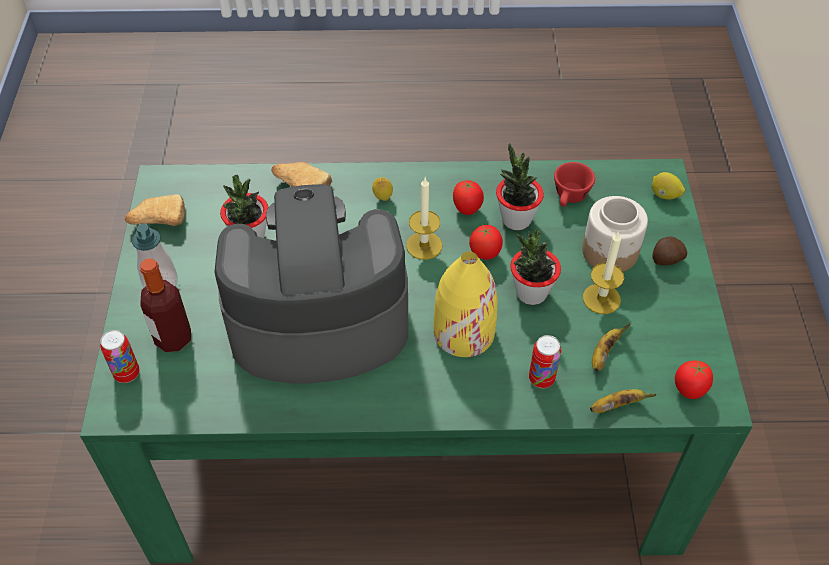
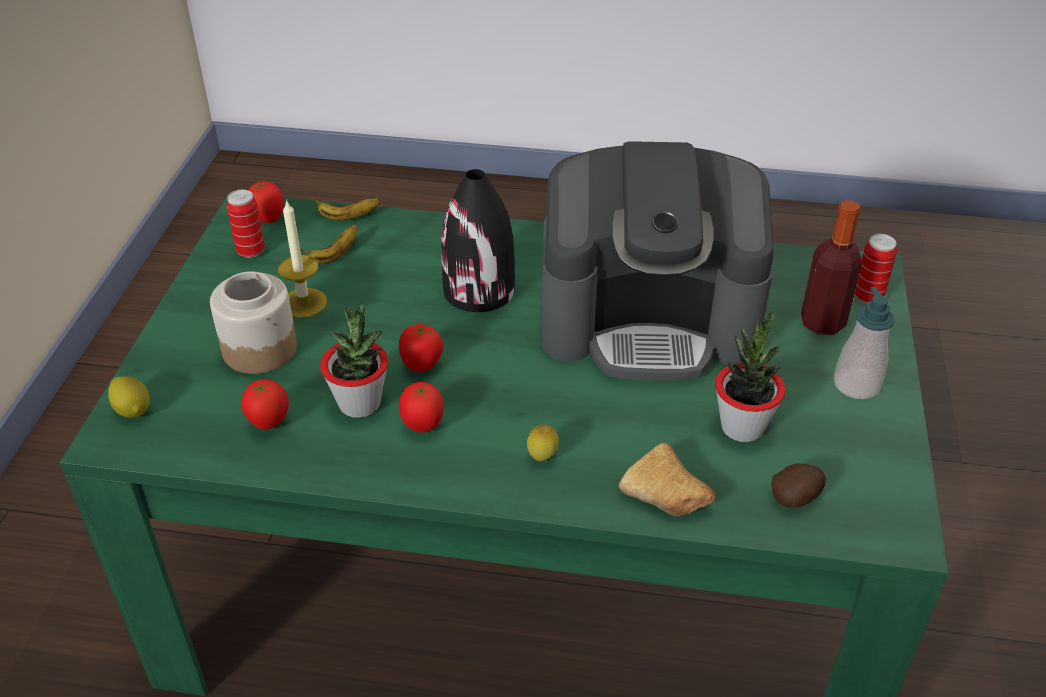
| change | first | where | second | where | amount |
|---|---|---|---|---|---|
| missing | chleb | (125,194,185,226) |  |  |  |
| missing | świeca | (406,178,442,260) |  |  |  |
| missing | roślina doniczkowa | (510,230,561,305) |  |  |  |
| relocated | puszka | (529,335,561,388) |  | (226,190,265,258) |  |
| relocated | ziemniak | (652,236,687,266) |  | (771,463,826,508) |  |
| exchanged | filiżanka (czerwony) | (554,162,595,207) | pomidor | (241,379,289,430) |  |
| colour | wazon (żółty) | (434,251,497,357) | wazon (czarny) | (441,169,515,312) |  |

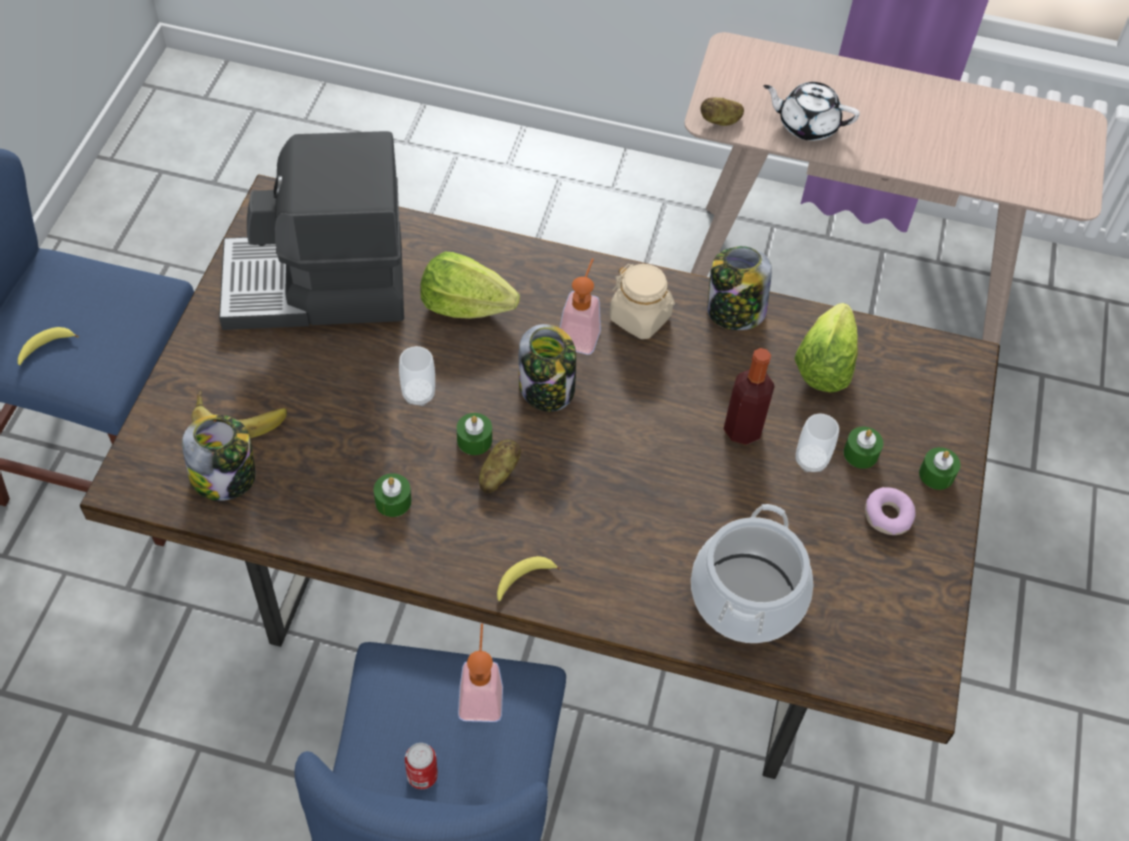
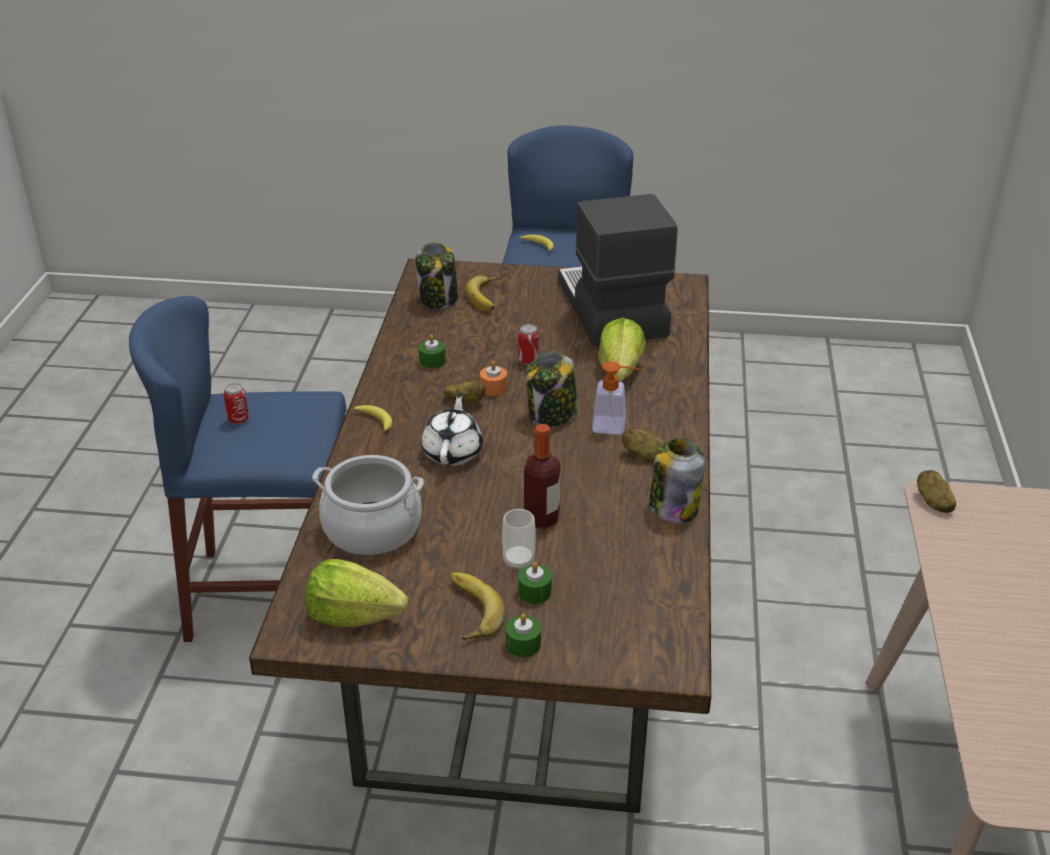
| change | first | where | second | where | amount |
|---|---|---|---|---|---|
| missing | dozownik mydła | (458,623,503,722) |  |  |  |
| relocated | imbryk (biały) | (763,82,860,141) |  | (421,393,483,466) |  |
| relocated | sałata | (794,303,858,393) |  | (305,559,409,627) |  |
| exchanged | filiżanka | (399,346,435,406) | puszka | (518,324,539,365) |  |
| exchanged | słoik (beżowy) | (610,264,675,339) | ziemniak | (622,428,665,460) |  |
| exchanged | donut | (865,487,916,535) | banan | (450,572,505,640) |  |
| colour | świeca (zielony) | (457,413,492,455) | świeca (pomarańczowy) | (480,361,507,396) |  |

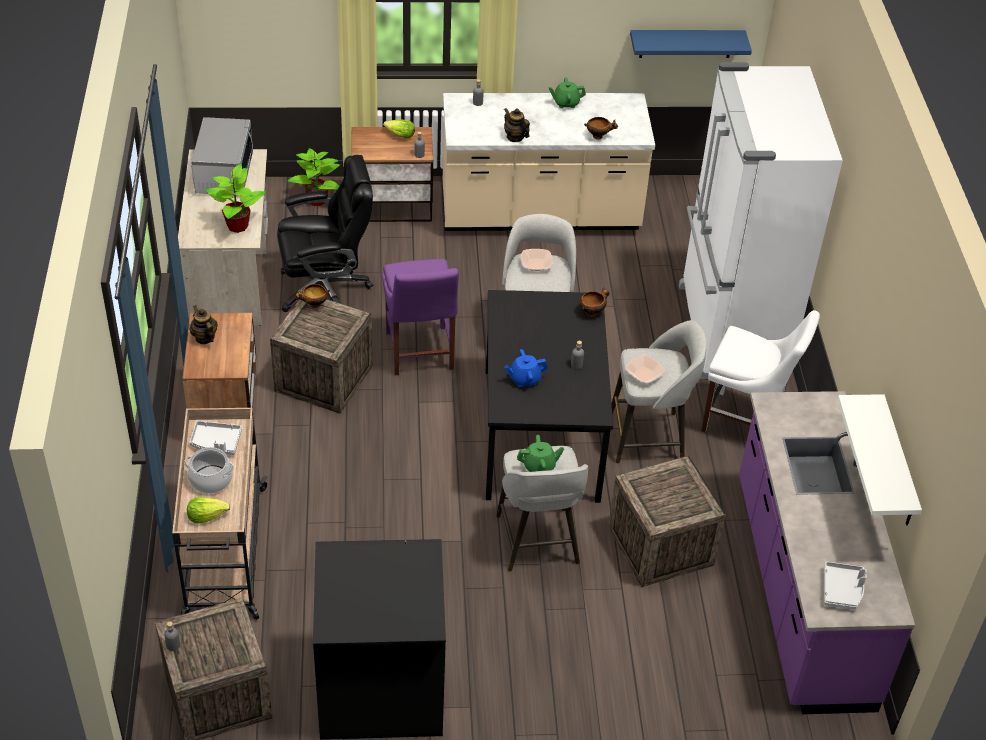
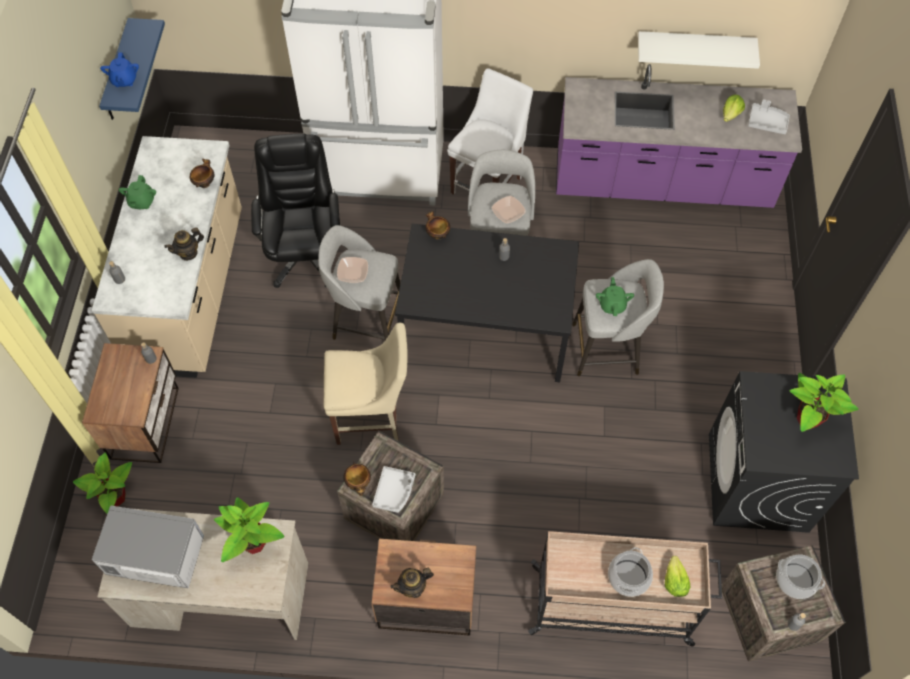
| change | first | where | second | where | amount |
|---|---|---|---|---|---|
| missing | skrzynka | (608,455,726,587) |  |  |  |
| appeared |  |  | garnek | (776,555,825,599) |  |
| appeared |  |  | roślina doniczkowa | (789,373,859,432) |  |
| relocated | taca (szary) | (190,421,242,455) |  | (372,466,415,513) |  |
| relocated | krzesło biurowe (czarny) | (277,155,373,312) |  | (251,133,346,288) |  |
| relocated | sałata | (383,120,415,139) |  | (723,95,745,122) |  |
| relocated | imbryk (niebieski) | (504,349,548,387) |  | (100,52,139,87) |  |
| colour | krzesło (fioletowy) | (382,259,459,375) | krzesło (beżowy) | (323,323,408,445) |  |

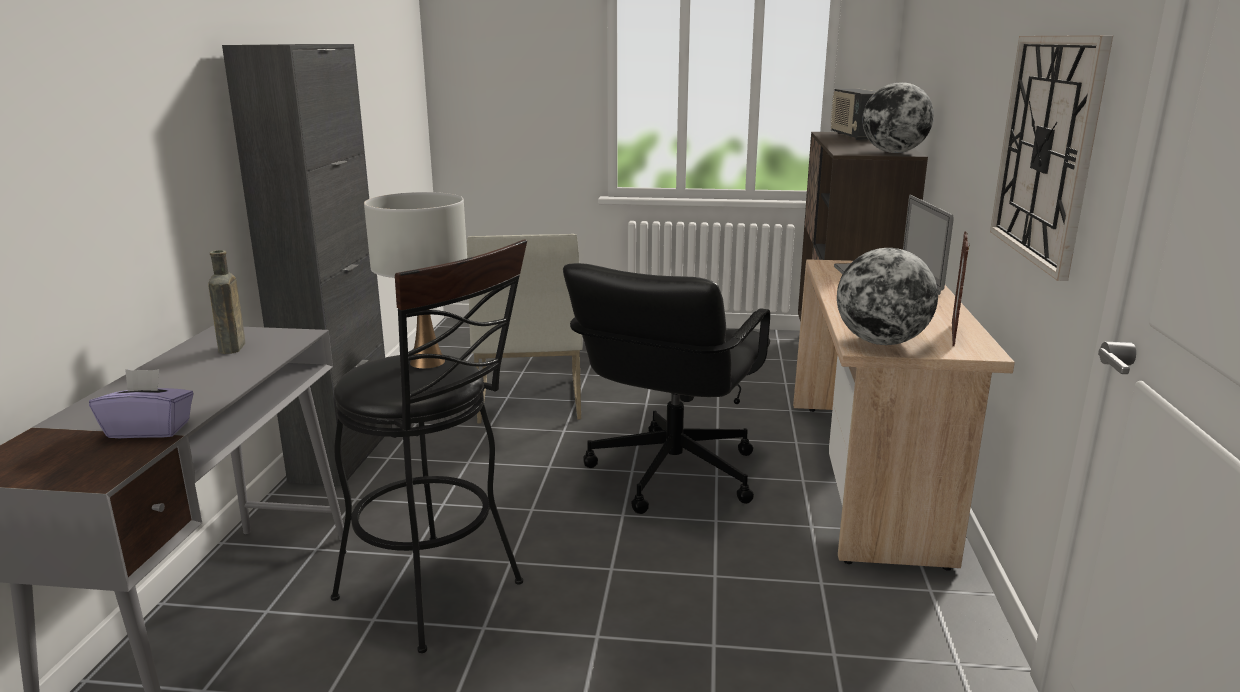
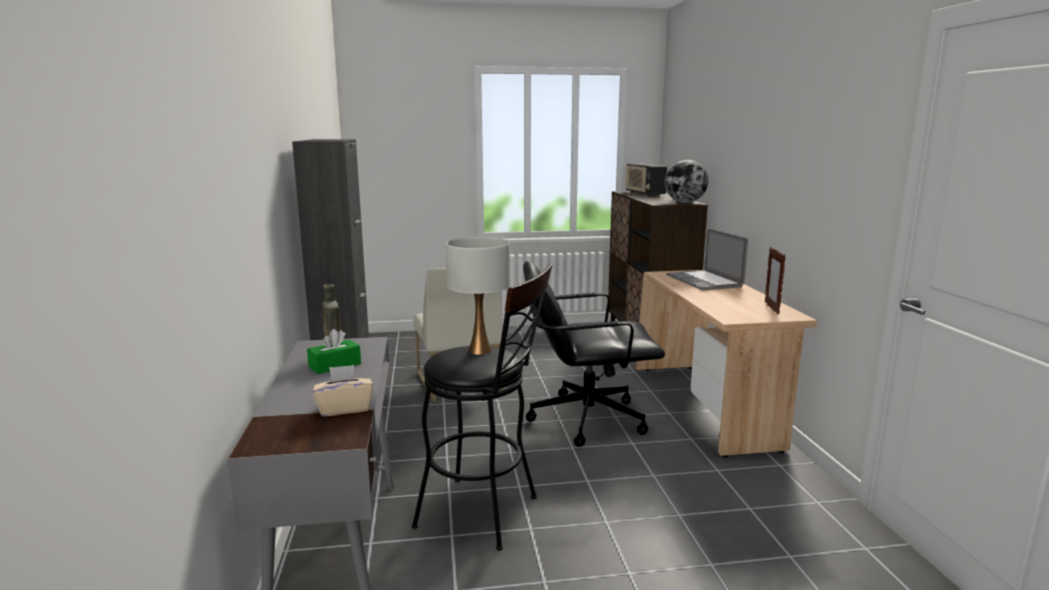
| change | first | where | second | where | amount |
|---|---|---|---|---|---|
| missing | globus | (837,248,938,345) |  |  |  |
| missing | zegar ścienny | (990,35,1113,281) |  |  |  |
| appeared |  |  | pudełko chusteczek (zielony) | (307,329,361,374) |  |
| colour | pudełko chusteczek (fioletowy) | (89,369,194,438) | pudełko chusteczek (beżowy) | (313,365,373,416) |  |
| spun | krzesło biurowe (czarny) | (563,263,770,514) |  | (523,261,665,447) | 75 degrees clockwise |

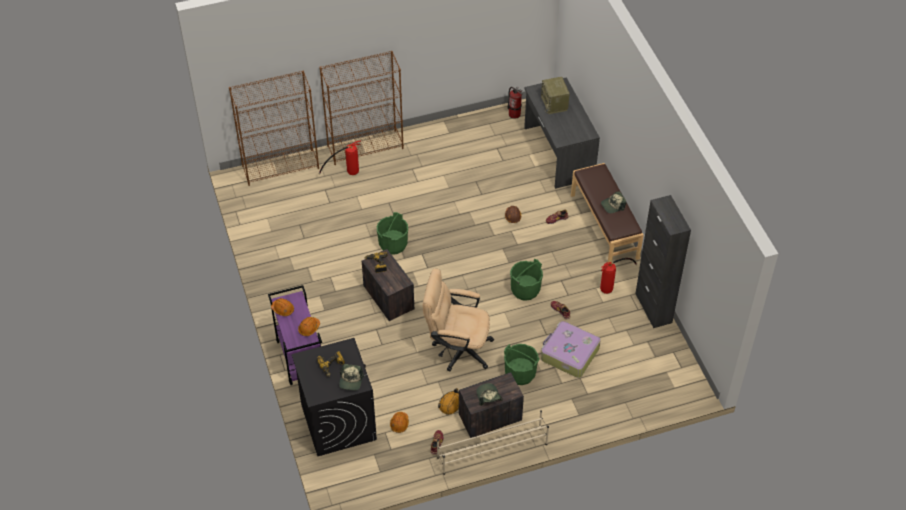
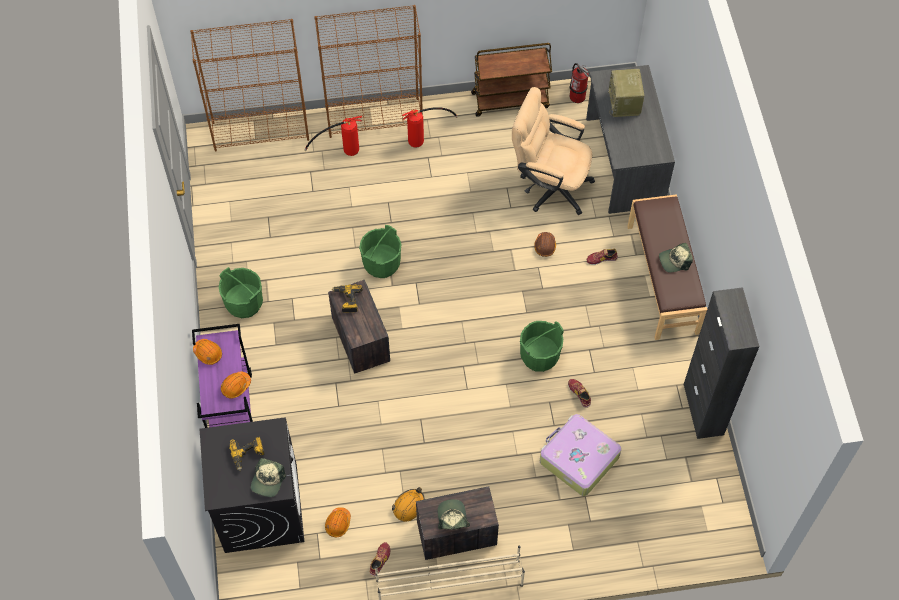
| change | first | where | second | where | amount |
|---|---|---|---|---|---|
| appeared |  |  | wózek (brązowy) | (471,43,552,117) |  |
| relocated | krzesło biurowe (beżowy) | (423,268,494,372) |  | (512,87,595,215) |  |
| relocated | wiadro (zielony) | (504,344,540,385) |  | (219,267,263,318) |  |
| relocated | gaśnica | (600,258,637,294) |  | (402,107,458,148) |  |

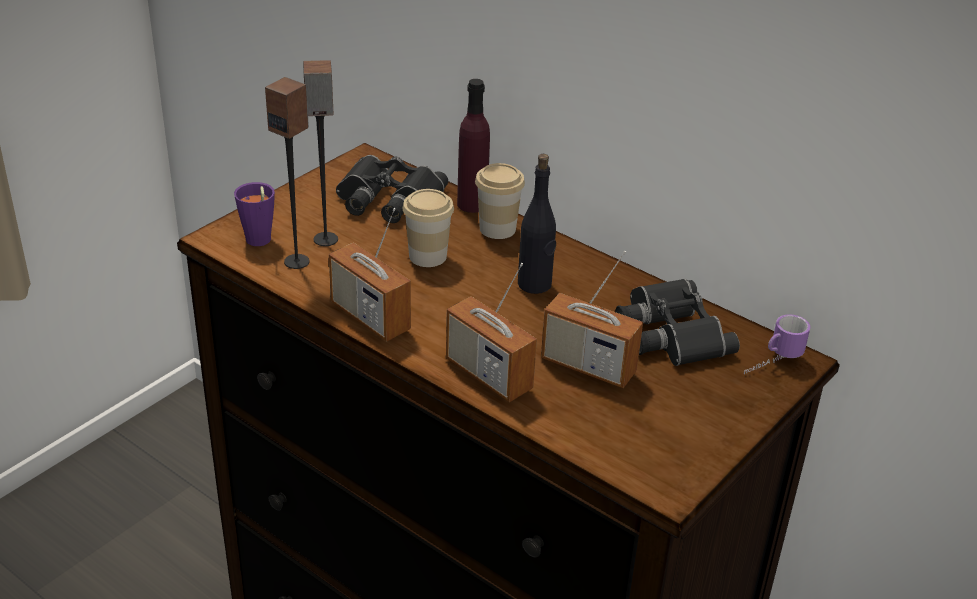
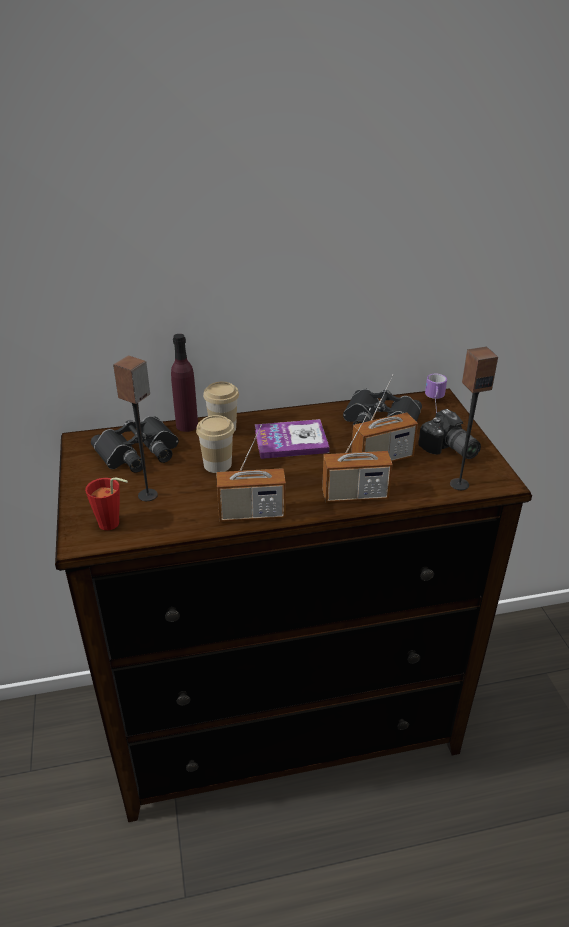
| change | first | where | second | where | amount |
|---|---|---|---|---|---|
| appeared |  |  | aparat fotograficzny | (418,409,481,459) |  |
| relocated | głośnik | (265,77,310,269) |  | (450,347,498,490) |  |
| exchanged | butelka (czarny) | (518,154,556,294) | książka | (255,419,330,459) |  |
| colour | filiżanka (fioletowy) | (234,182,275,246) | filiżanka (czerwony) | (85,478,128,530) |  |

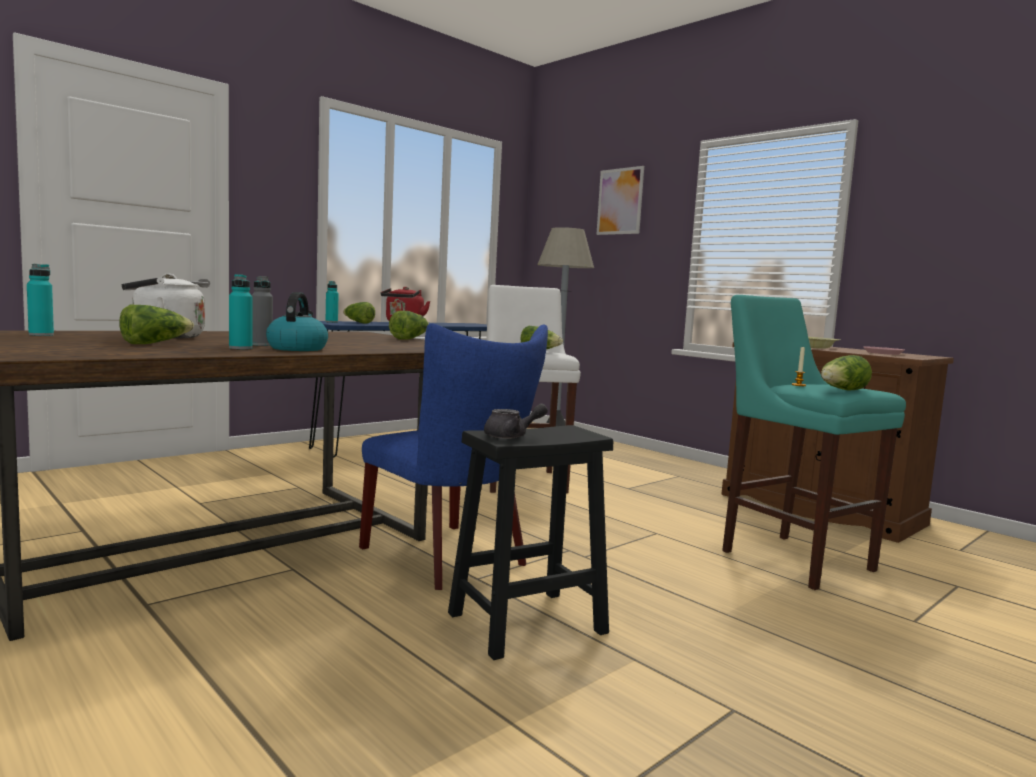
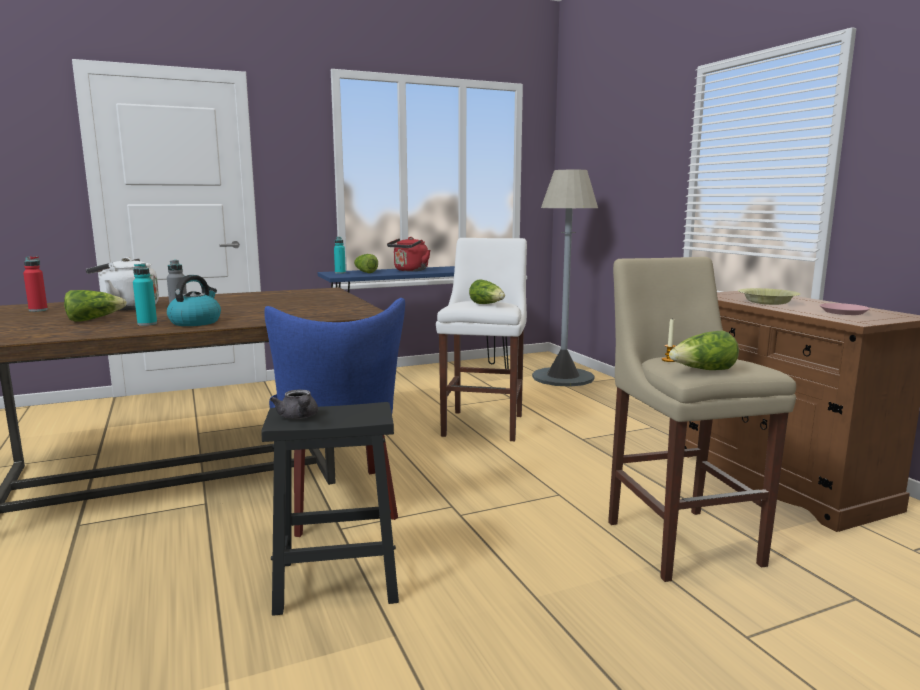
| change | first | where | second | where | amount |
|---|---|---|---|---|---|
| missing | sałata | (389,311,429,340) |  |  |  |
| missing | obraz | (596,166,644,235) |  |  |  |
| colour | butelka (turkusowy) | (27,264,54,336) | butelka (czerwony) | (23,256,48,312) |  |
| colour | stołek (turkusowy) | (722,295,906,590) | stołek (beżowy) | (608,257,796,582) |  |
| spun | imbryk (szary) | (484,403,548,439) |  | (270,390,318,419) | 60 degrees clockwise |

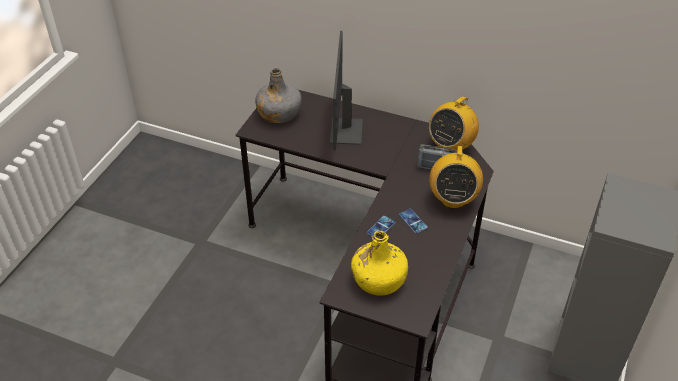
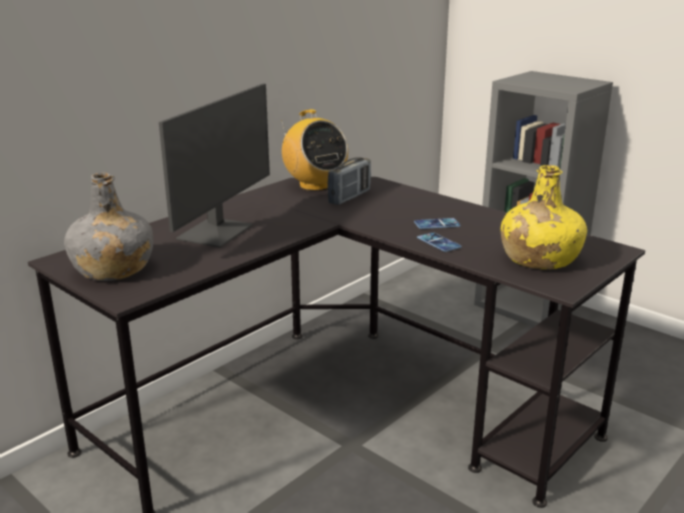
| change | first | where | second | where | amount |
|---|---|---|---|---|---|
| missing | radio | (429,146,483,209) |  |  |  |
| spun | monitor | (330,31,363,150) |  | (159,84,270,248) | 90 degrees counterclockwise |

